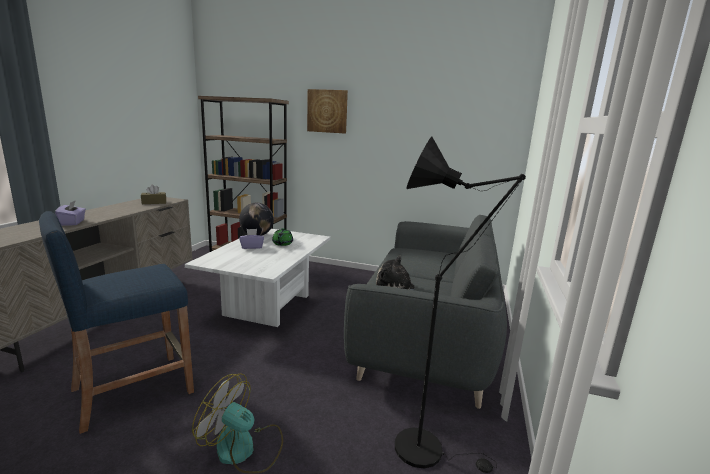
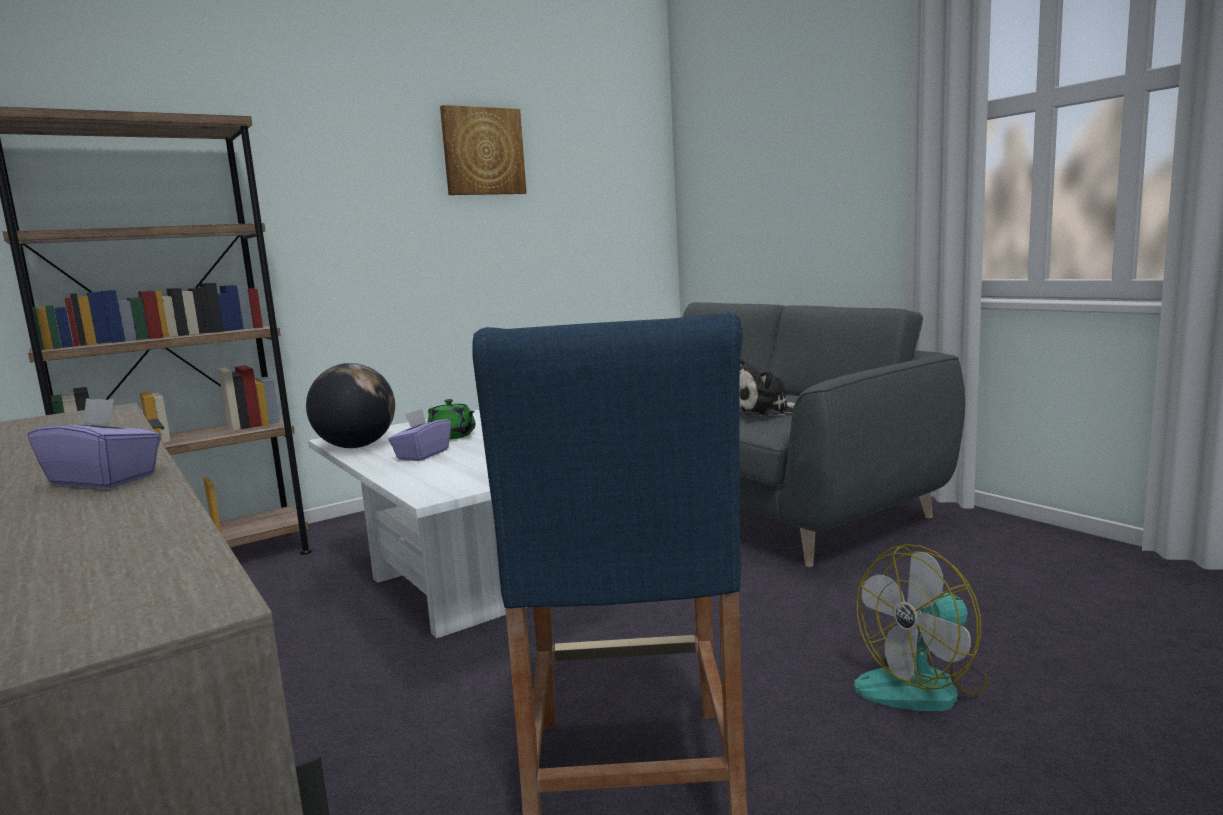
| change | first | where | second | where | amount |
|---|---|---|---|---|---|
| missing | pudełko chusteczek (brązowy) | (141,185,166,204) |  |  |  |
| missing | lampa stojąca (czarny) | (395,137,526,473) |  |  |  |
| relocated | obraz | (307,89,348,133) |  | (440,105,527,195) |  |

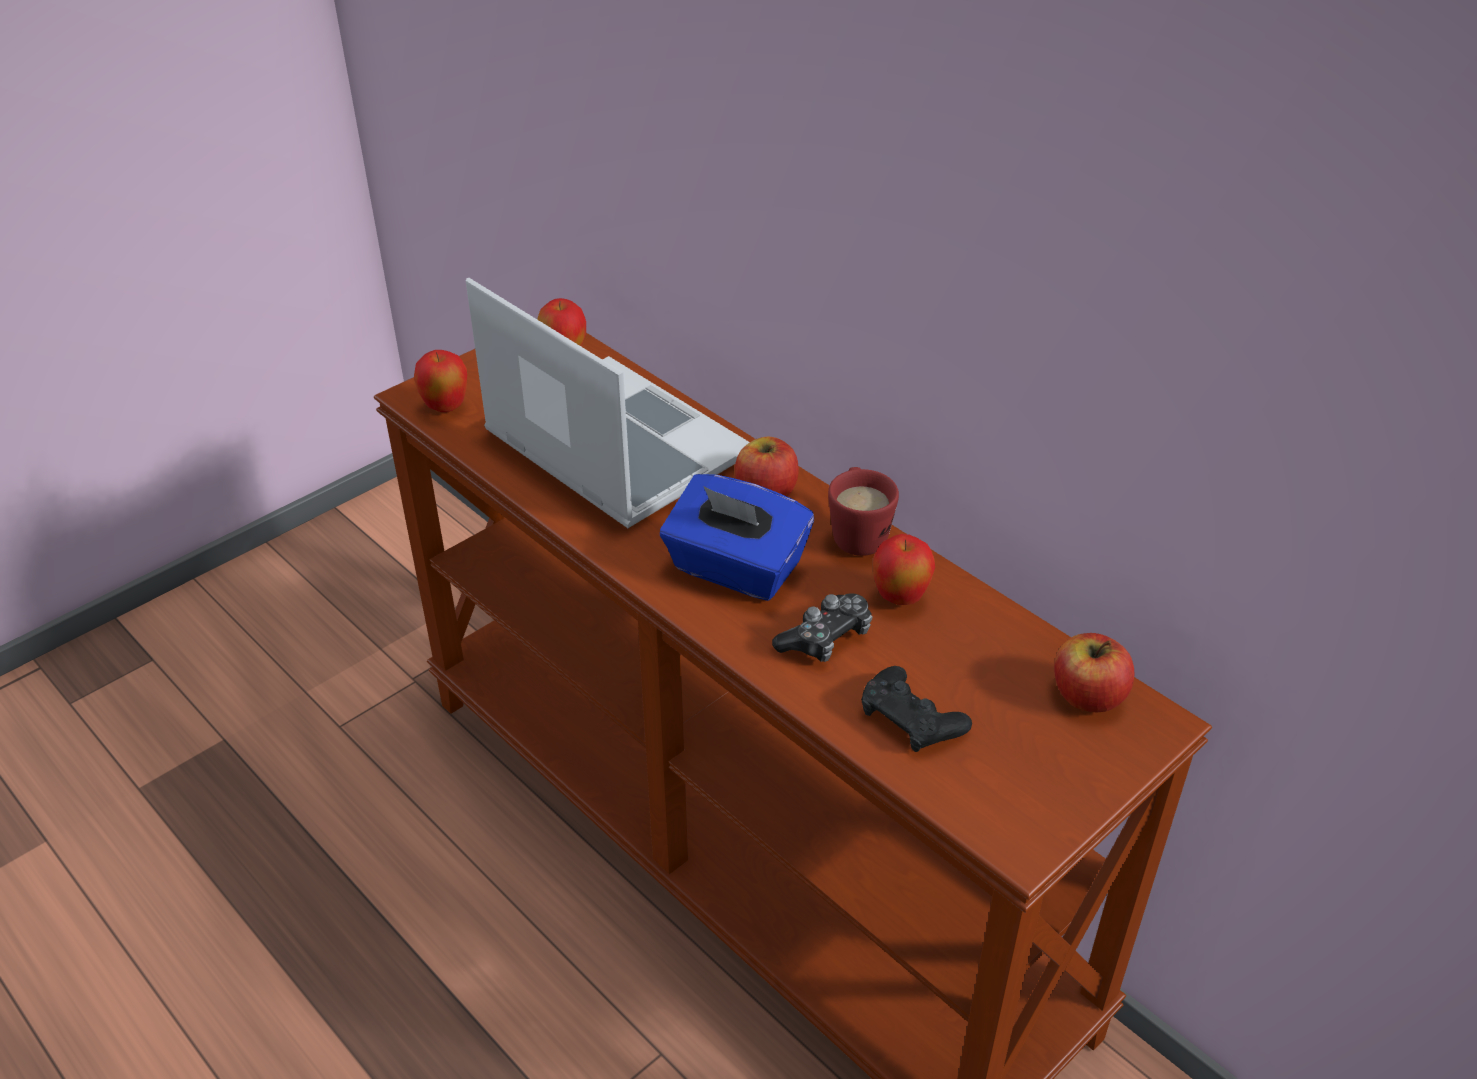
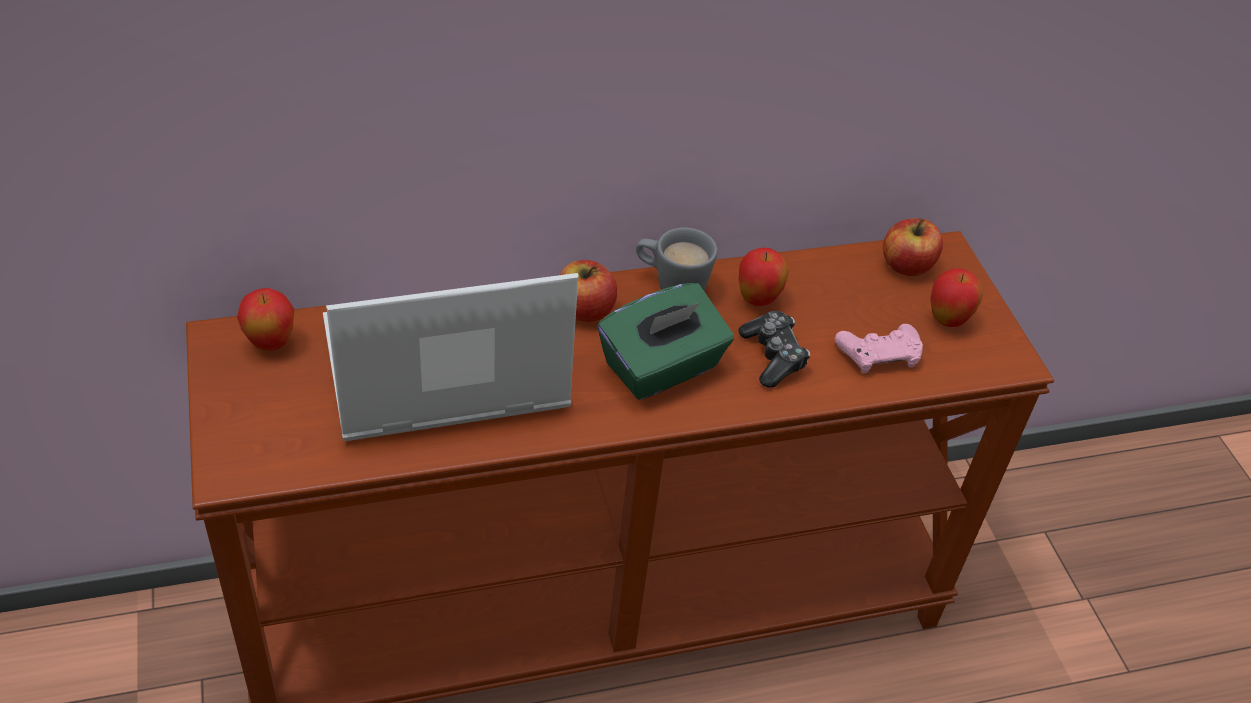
| change | first | where | second | where | amount |
|---|---|---|---|---|---|
| relocated | jabłko | (414,350,467,412) |  | (930,269,983,327) |  |
| colour | pudełko chusteczek (niebieski) | (660,474,814,601) | pudełko chusteczek (zielony) | (598,283,734,400) |  |
| colour | kubek (czerwony) | (828,467,899,556) | kubek (szary) | (636,228,717,290) |  |
| colour | pad do gier (czarny) | (861,666,972,752) | pad do gier (różowy) | (835,324,923,374) |  |

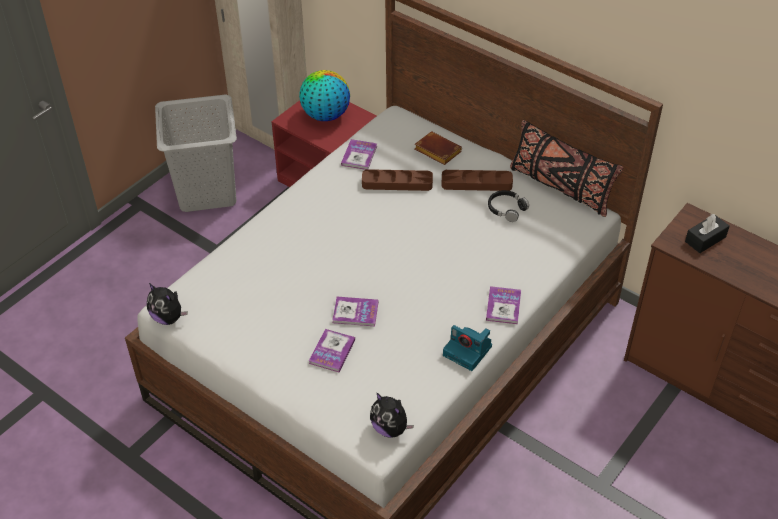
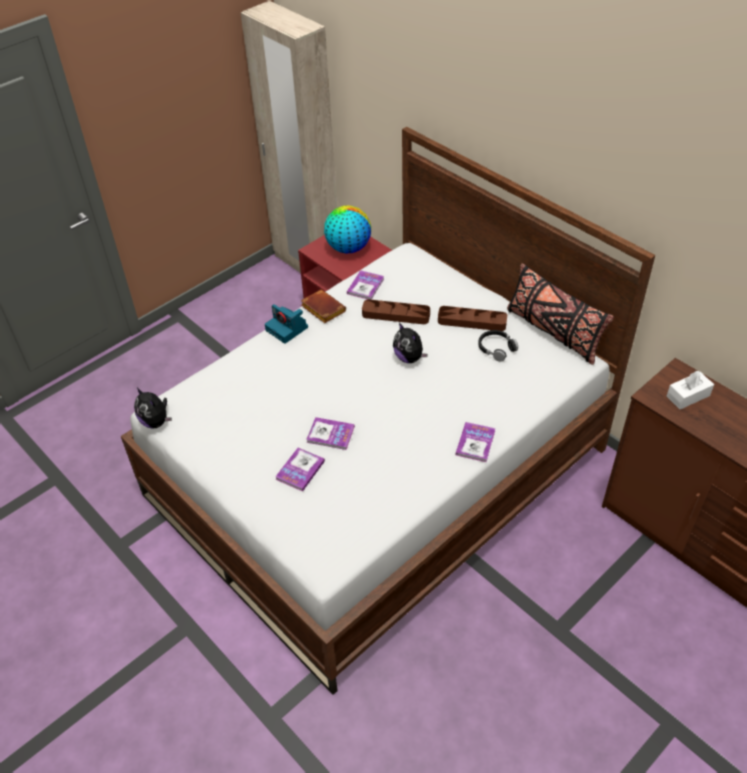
| change | first | where | second | where | amount |
|---|---|---|---|---|---|
| missing | kosz na pranie (szary) | (155,94,237,212) |  |  |  |
| relocated | pluszak | (370,392,414,438) |  | (393,323,428,363) |  |
| relocated | książka (brązowy) | (415,131,462,165) |  | (301,290,346,323) |  |
| relocated | aparat fotograficzny | (443,325,492,371) |  | (265,304,308,344) |  |
| colour | pudełko chusteczek (czarny) | (685,214,730,253) | pudełko chusteczek (biały) | (666,371,714,410) |  |

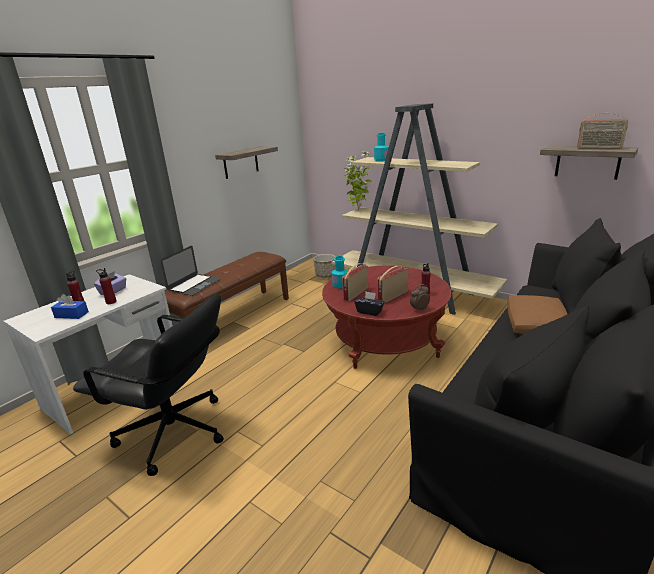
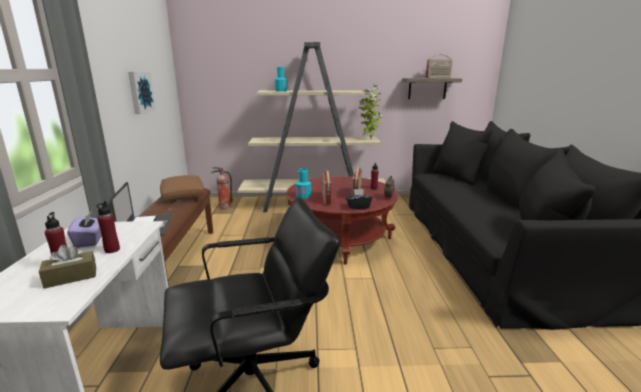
| change | first | where | second | where | amount |
|---|---|---|---|---|---|
| relocated | roślina doniczkowa | (344,151,372,211) |  | (358,85,383,139) |  |
| relocated | poduszka (brązowy) | (507,295,567,334) |  | (160,175,204,200) |  |
| exchanged | półka | (215,146,278,179) | obraz | (128,72,156,114) |  |
| exchanged | donica | (313,254,336,278) | gaśnica | (211,167,233,209) |  |
| colour | pudełko chusteczek (niebieski) | (51,294,89,319) | pudełko chusteczek (brązowy) | (39,245,96,289) |  |

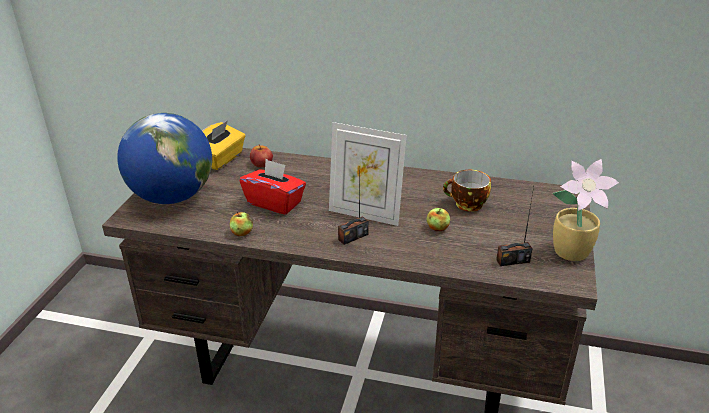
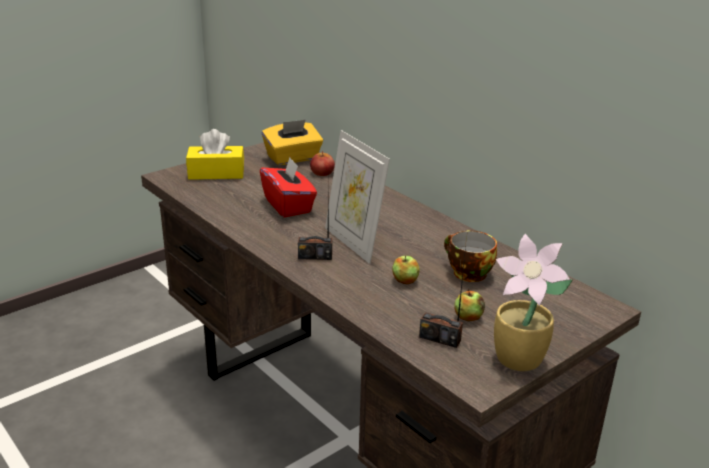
| change | first | where | second | where | amount |
|---|---|---|---|---|---|
| relocated | jabłko | (230,212,253,236) |  | (454,289,485,321) |  |
| exchanged | globus | (117,113,212,204) | pudełko chusteczek (żółty) | (186,129,244,180) |  |

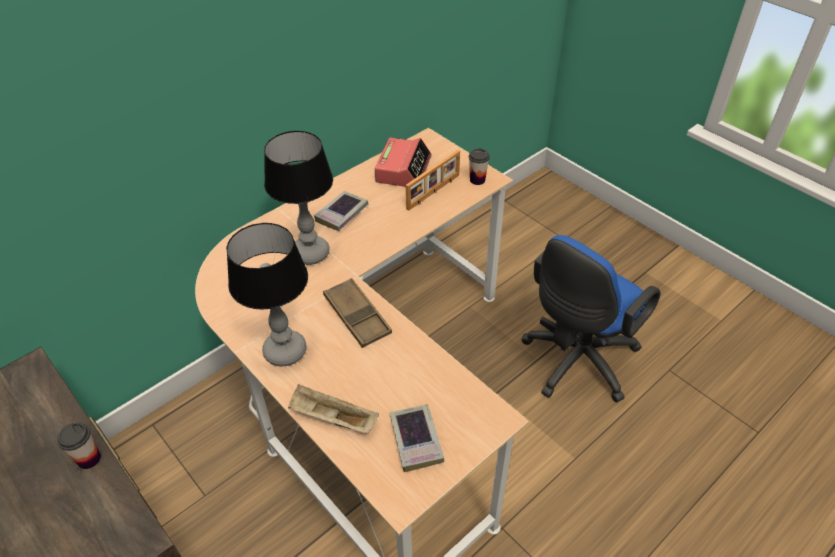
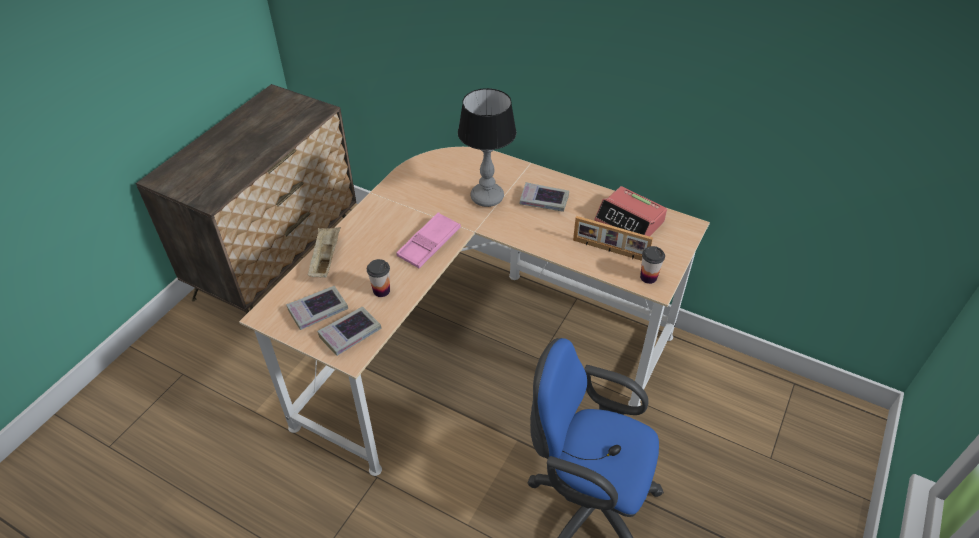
| change | first | where | second | where | amount |
|---|---|---|---|---|---|
| missing | lampa stołowa | (226,223,308,366) |  |  |  |
| appeared |  |  | książka | (317,306,382,356) |  |
| relocated | filiżanka | (57,422,101,469) |  | (367,259,390,297) |  |
| colour | taca (brązowy) | (323,278,392,348) | taca (różowy) | (396,212,461,268) |  |
| spun | budzik | (375,137,432,187) |  | (594,186,667,236) | 45 degrees clockwise |

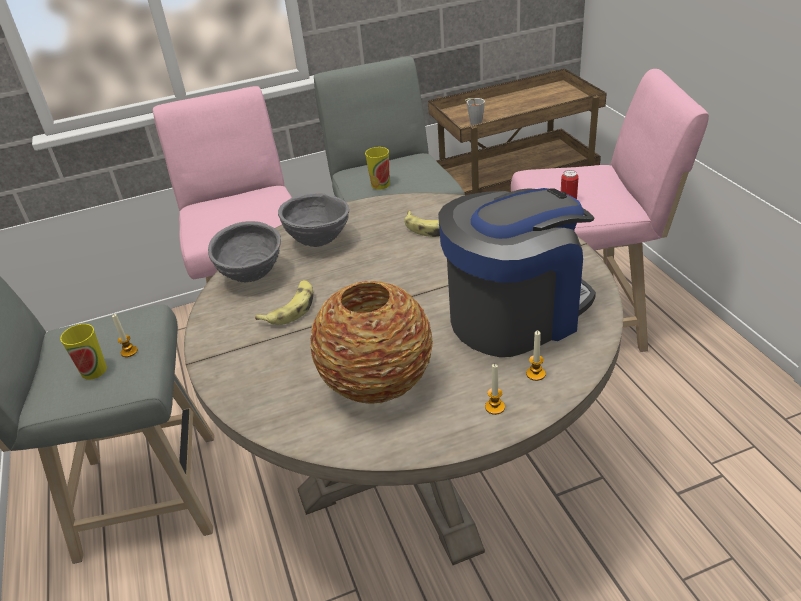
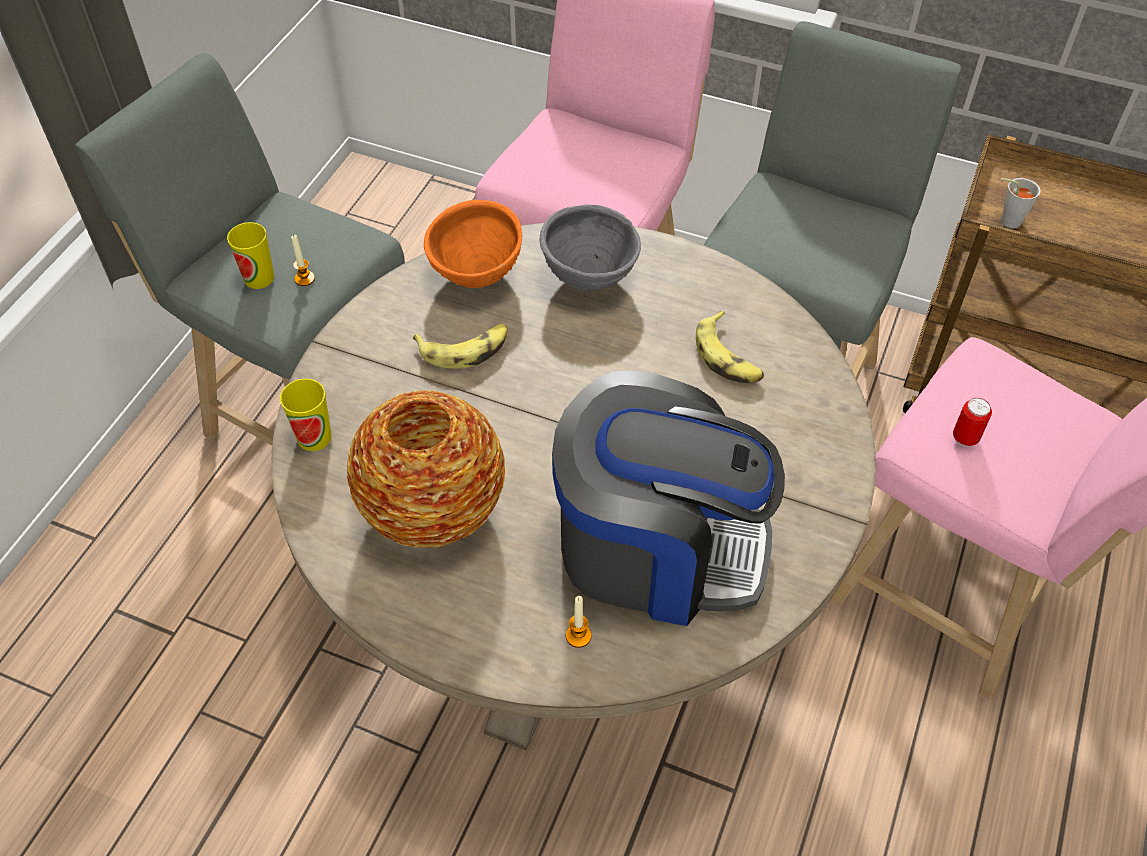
| change | first | where | second | where | amount |
|---|---|---|---|---|---|
| missing | świeca | (485,364,505,415) |  |  |  |
| relocated | filiżanka | (365,147,390,190) |  | (280,378,332,451) |  |
| colour | miska (szary) | (208,221,281,283) | miska (pomarańczowy) | (424,200,522,288) |  |

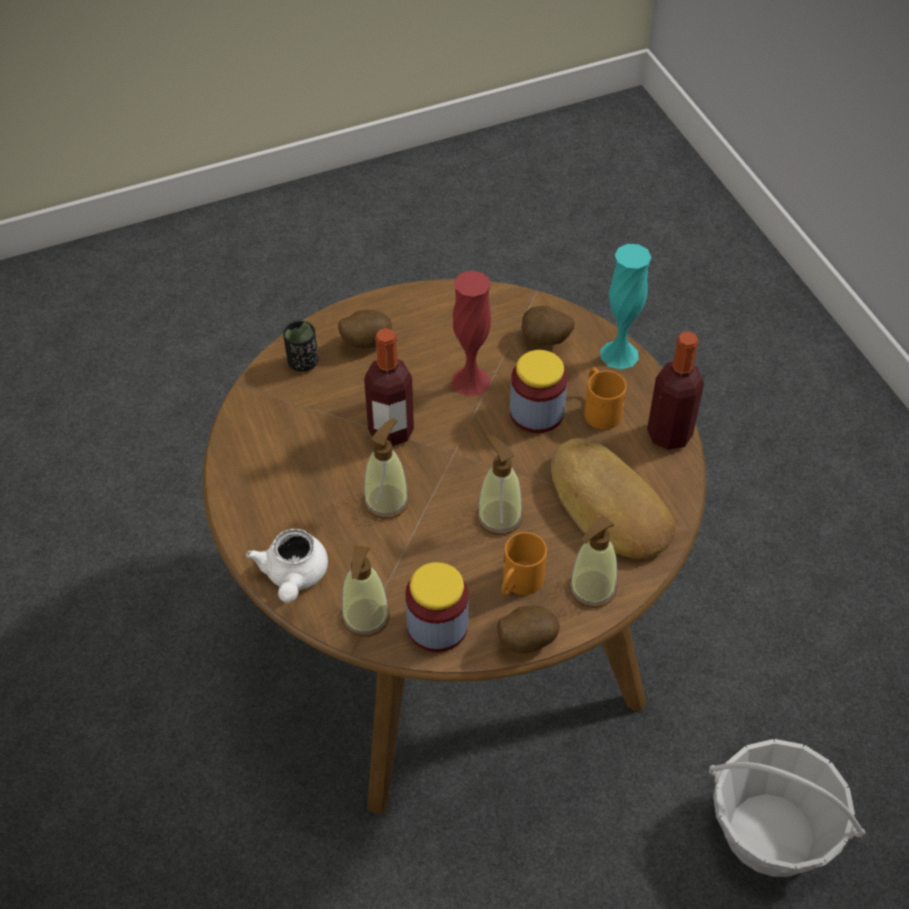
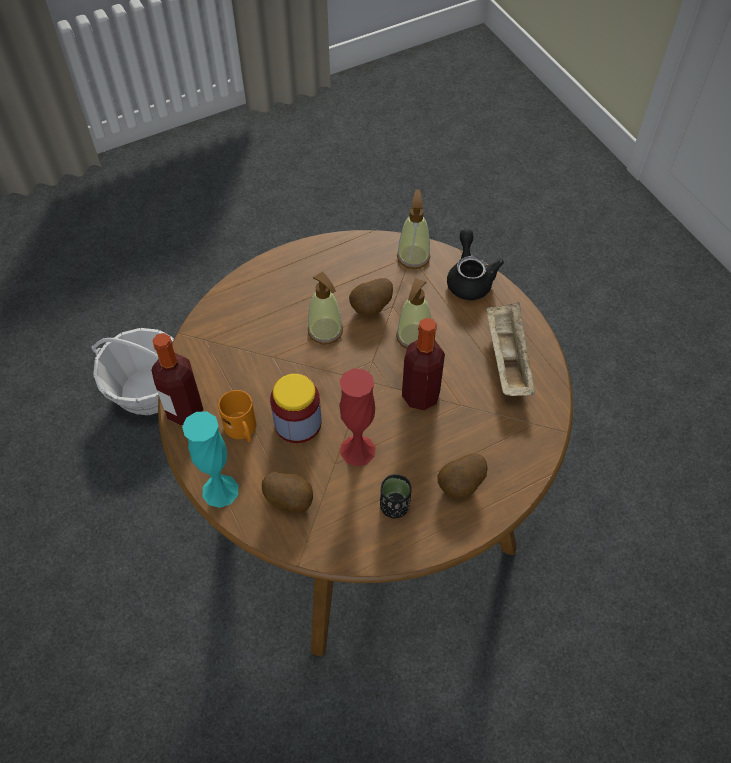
| change | first | where | second | where | amount |
|---|---|---|---|---|---|
| missing | słoik | (405,562,469,652) |  |  |  |
| missing | kubek (pomarańczowy) | (502,532,547,595) |  |  |  |
| missing | chleb | (551,438,675,559) |  |  |  |
| missing | dozownik mydła | (569,515,617,608) |  |  |  |
| appeared |  |  | taca (beżowy) | (486,302,535,396) |  |
| relocated | filiżanka (czarny) | (283,321,319,372) |  | (380,474,412,518) |  |
| relocated | ziemniak | (497,606,560,653) |  | (349,278,393,316) |  |
| colour | imbryk (biały) | (246,529,328,603) | imbryk (czarny) | (447,229,504,300) |  |

